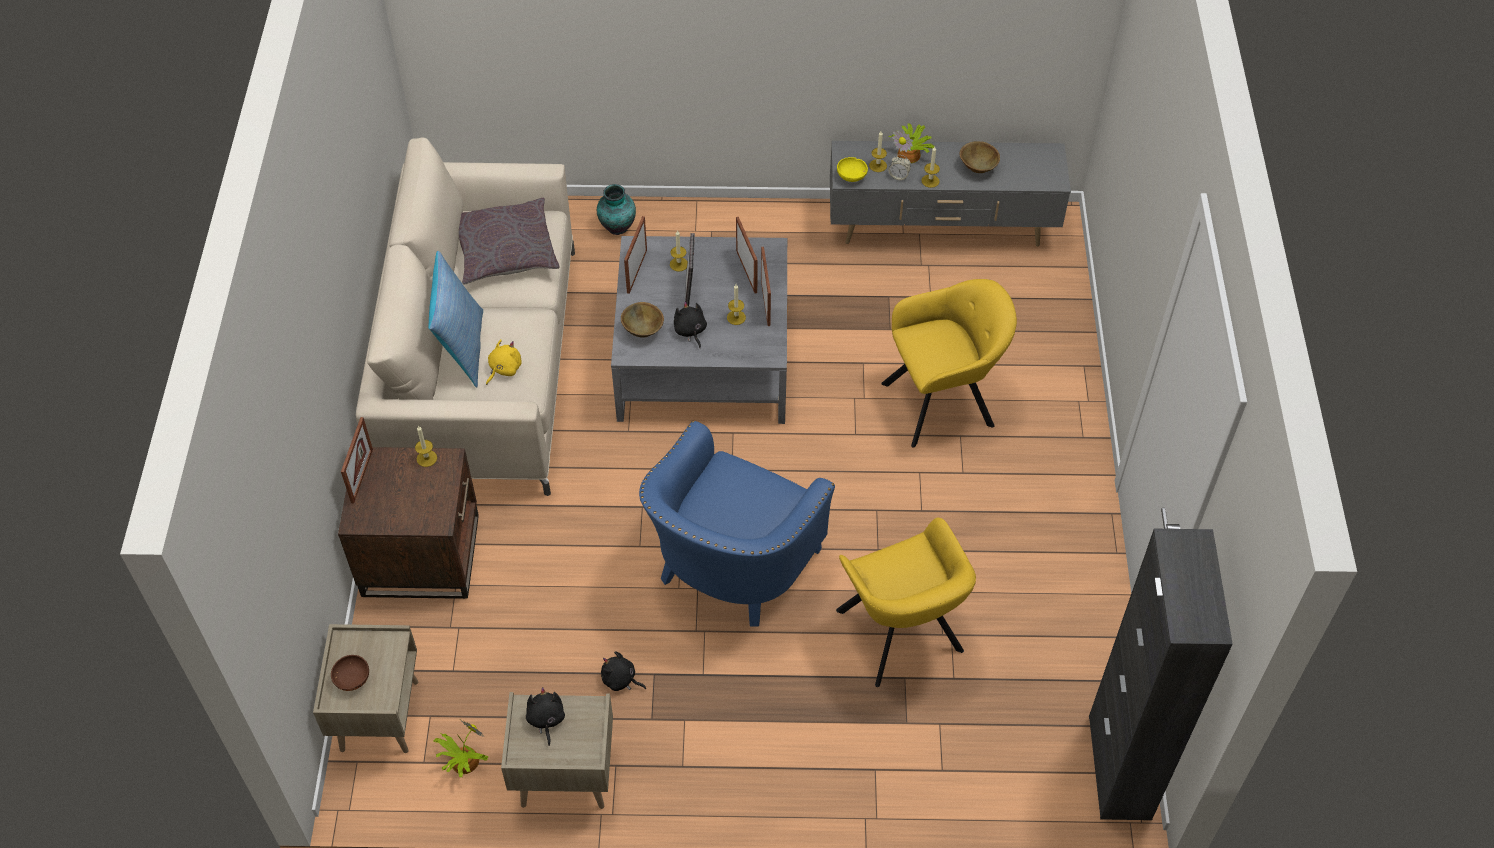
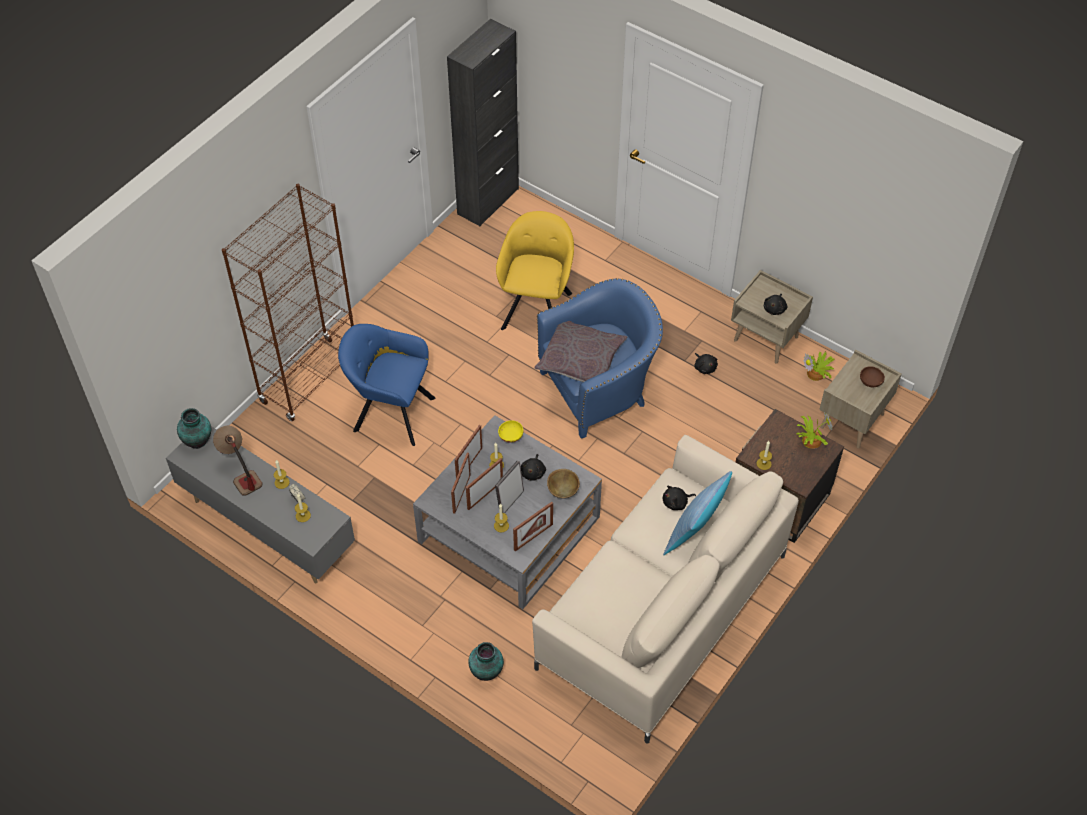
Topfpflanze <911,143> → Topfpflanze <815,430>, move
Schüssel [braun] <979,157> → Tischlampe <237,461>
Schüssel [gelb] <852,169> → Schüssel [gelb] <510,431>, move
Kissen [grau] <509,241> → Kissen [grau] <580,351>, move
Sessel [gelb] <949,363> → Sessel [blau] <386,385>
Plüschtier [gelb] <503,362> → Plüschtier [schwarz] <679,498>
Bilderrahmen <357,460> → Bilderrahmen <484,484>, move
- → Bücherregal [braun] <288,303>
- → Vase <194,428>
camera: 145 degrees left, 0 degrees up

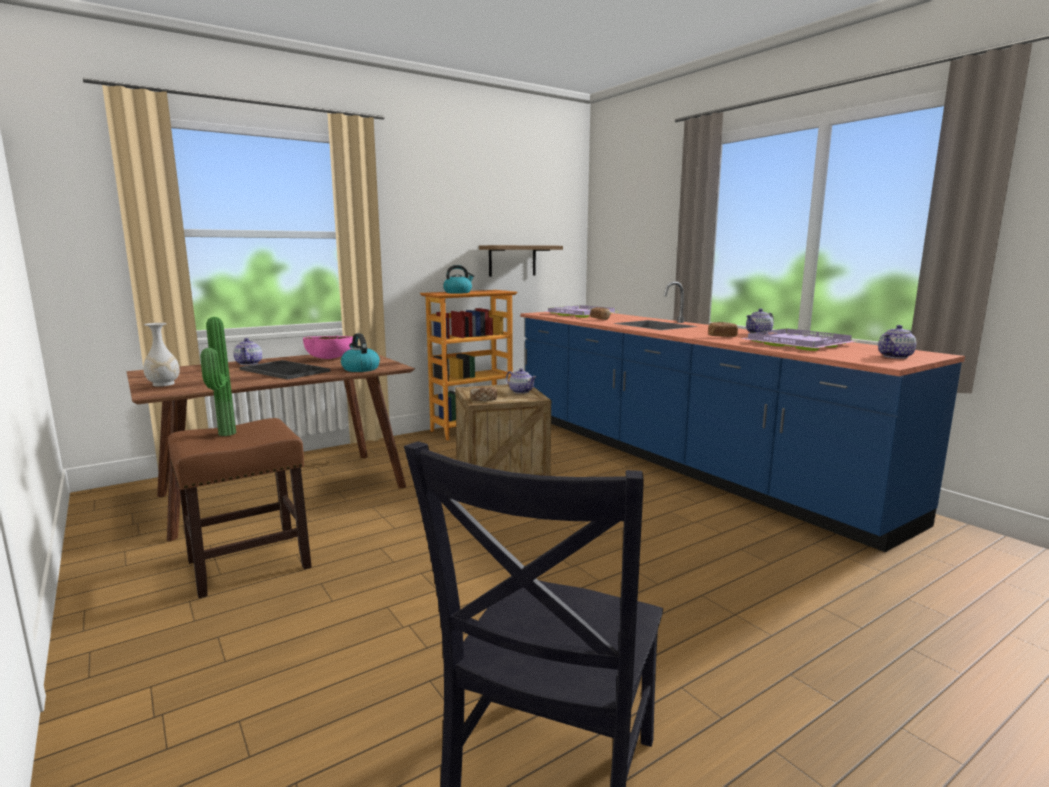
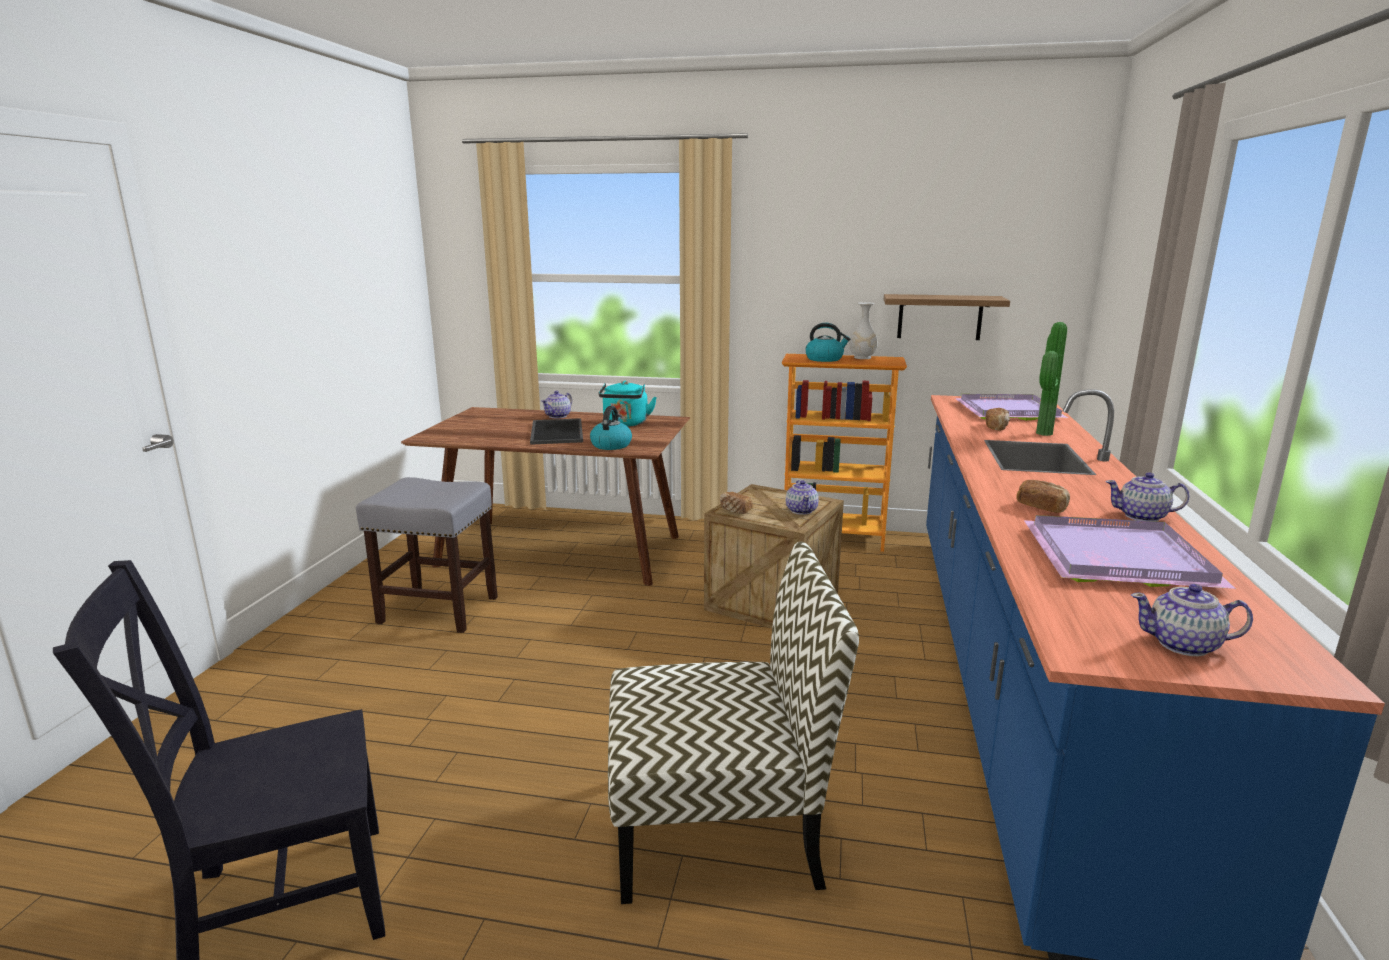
Topfpflanze <218,376> → Topfpflanze <1051,379>, move
Vase [weiß] <161,355> → Vase [weiß] <863,330>, move
Schüssel [rosa] <328,347> → Wasserkessel [türkis] <628,404>
Hocker [braun] <240,508> → Hocker [grau] <427,555>
- → Stuhl <733,723>
camera: 45 degrees right, 5 degrees up

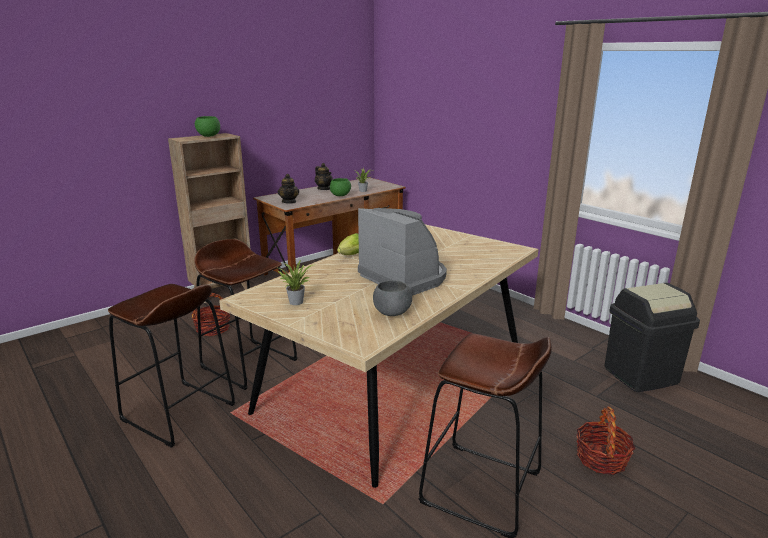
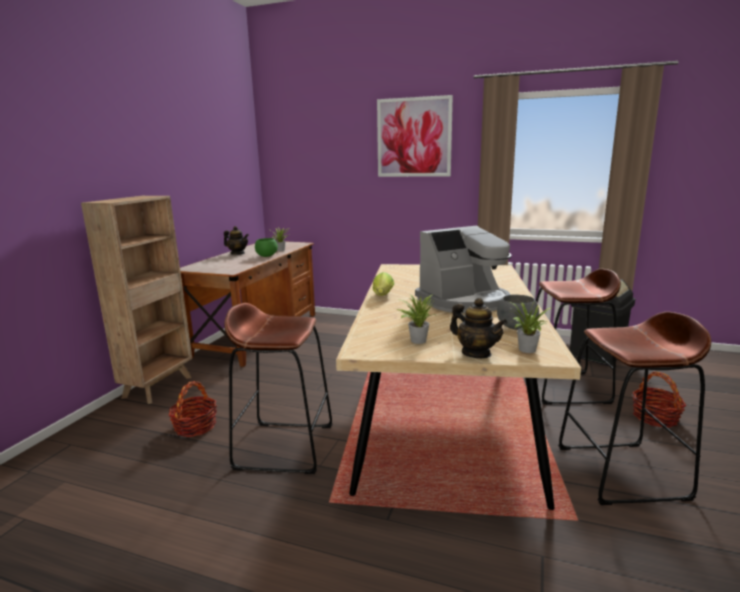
Schüssel [grün] <207,126> → -
Teekanne <288,189> → Teekanne <478,328>, move
Kaffeemaschine <402,252> → Kaffeemaschine <463,269>, 135 degrees clockwise
Hocker [braun] <171,366> → Hocker [braun] <578,336>, move
- → Bild <415,136>
- → Topfpflanze <531,327>
camera: 30 degrees left, 5 degrees down

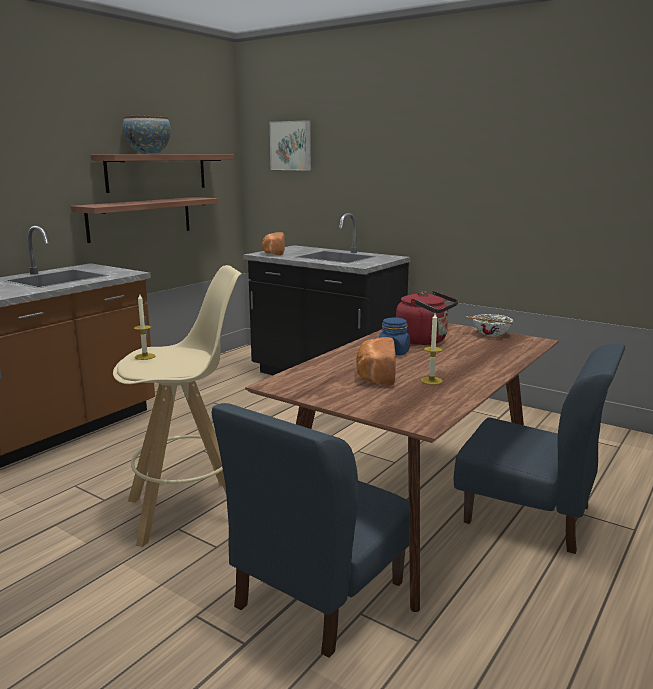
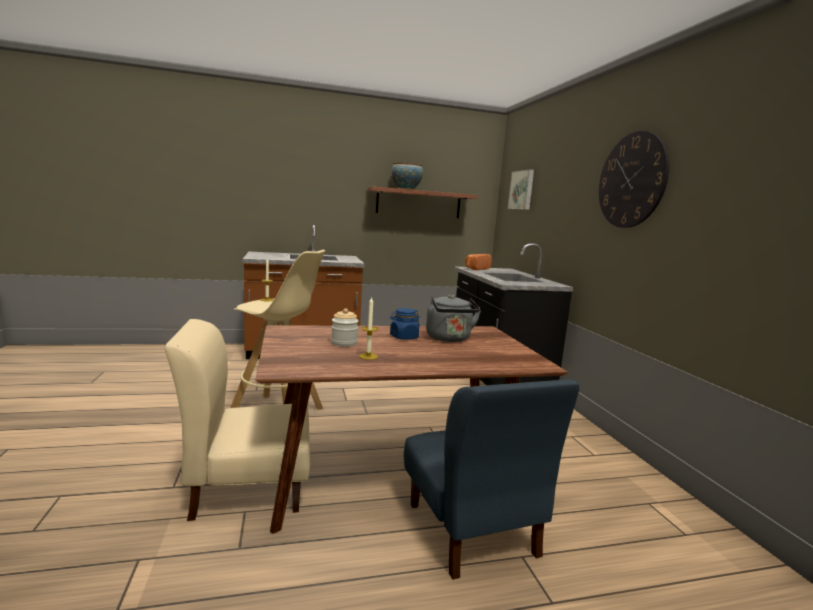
Wandregal <145,220> → -
Wasserkessel [rot] <427,318> → Wasserkessel [grau] <453,318>
Schüssel <489,325> → -
Brot <376,361> → Vorratsglas <345,327>
Stuhl [blau] <310,530> → Stuhl [beige] <237,420>
- → Wanduhr <634,179>
camera: 40 degrees right, 5 degrees down

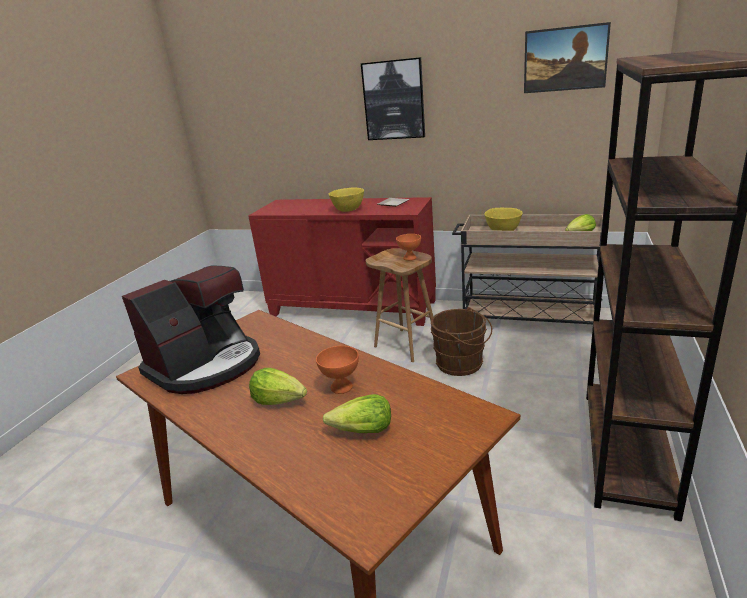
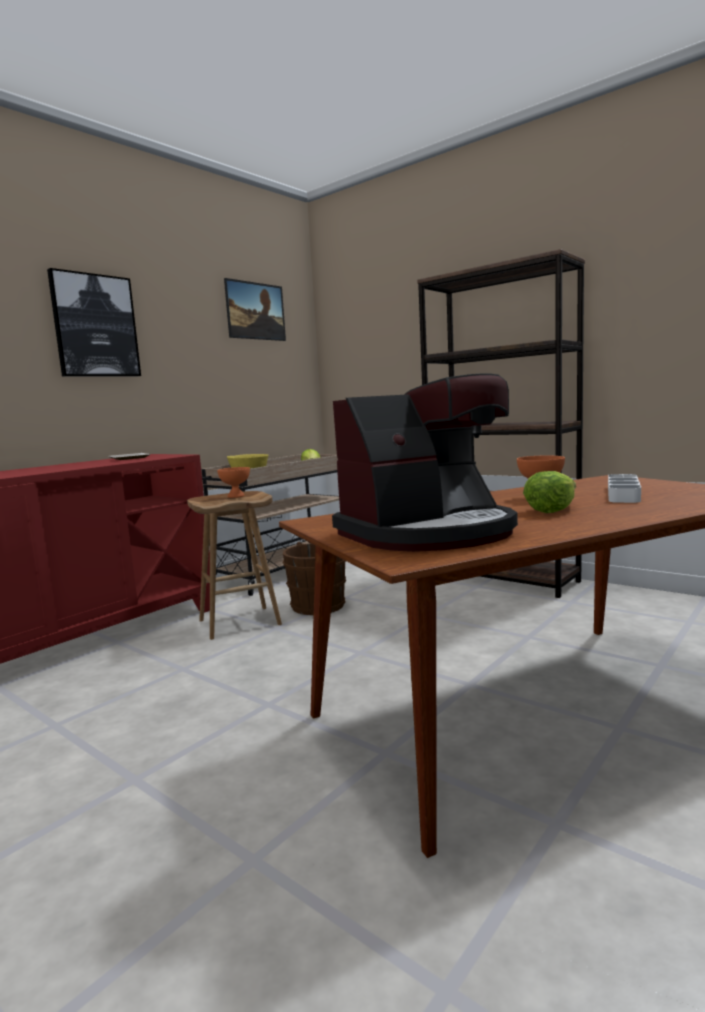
Schüssel [gelb] <346,200> → -
Kaffeemaschine <191,329> → Kaffeemaschine <425,462>, 90 degrees clockwise
Salatkopf <357,413> → Tablett [weiß] <624,488>
camera: 70 degrees left, 15 degrees down

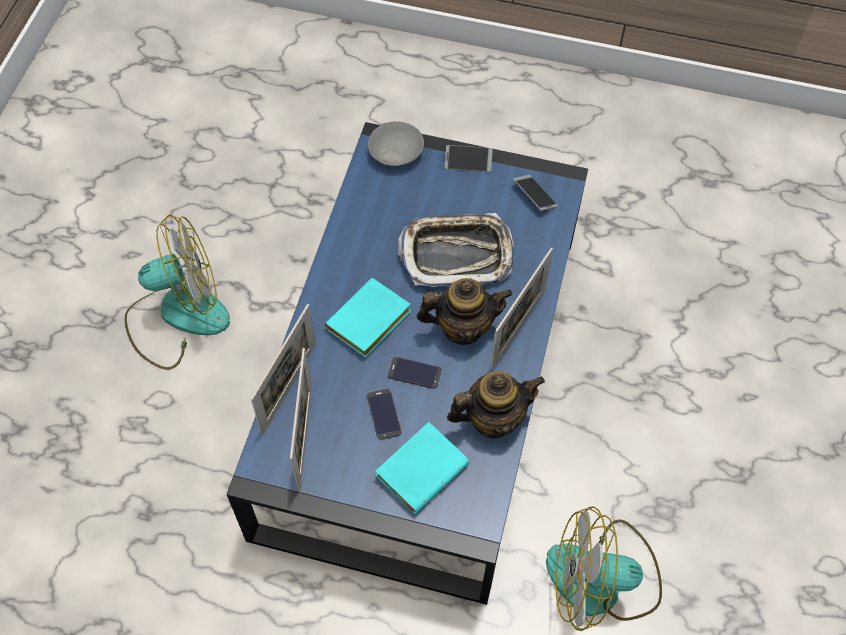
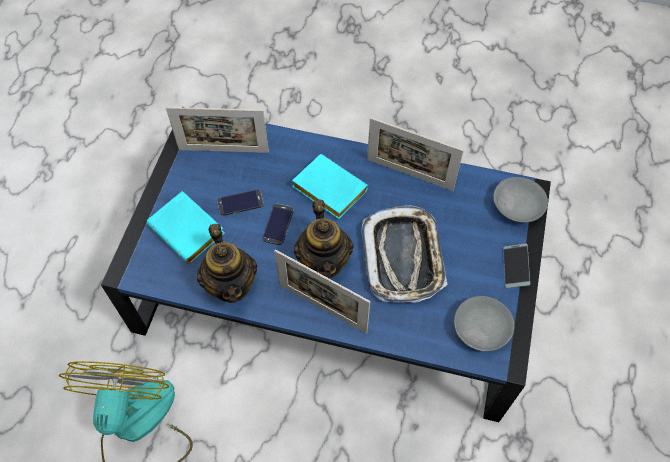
Handy <535,193> → Schüssel [grau] <484,323>
Ventilator <177,292> → -
Bilderrahmen <283,369> → Bilderrahmen <415,154>, move
camera: 90 degrees right, 0 degrees up

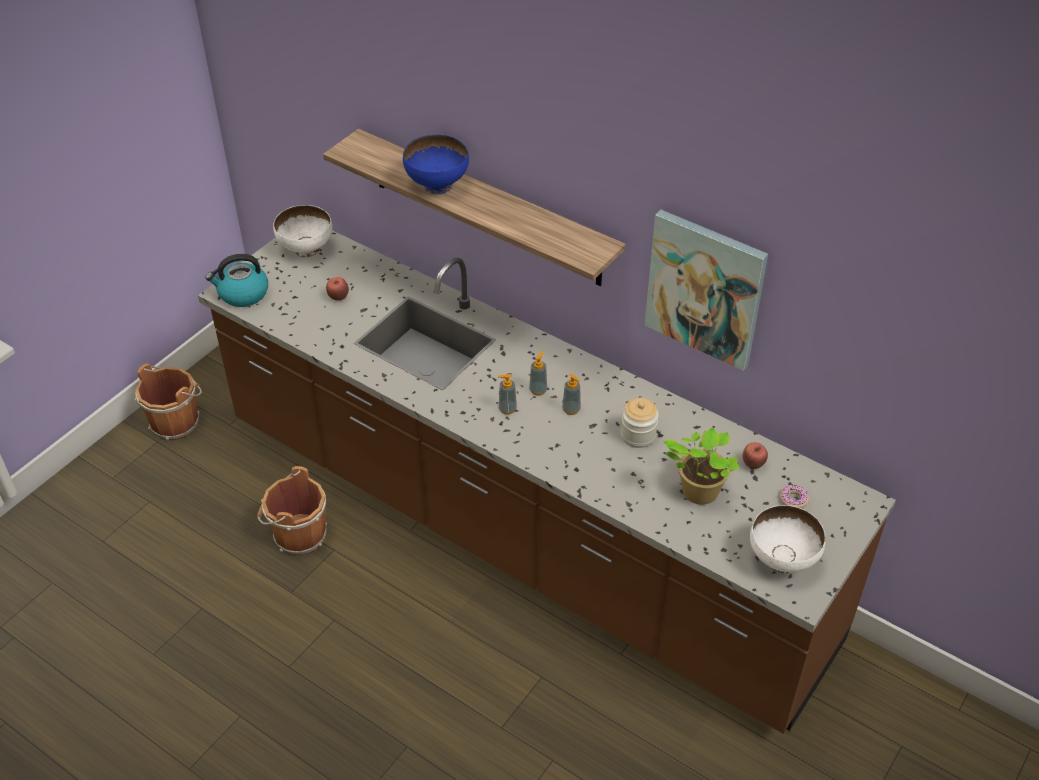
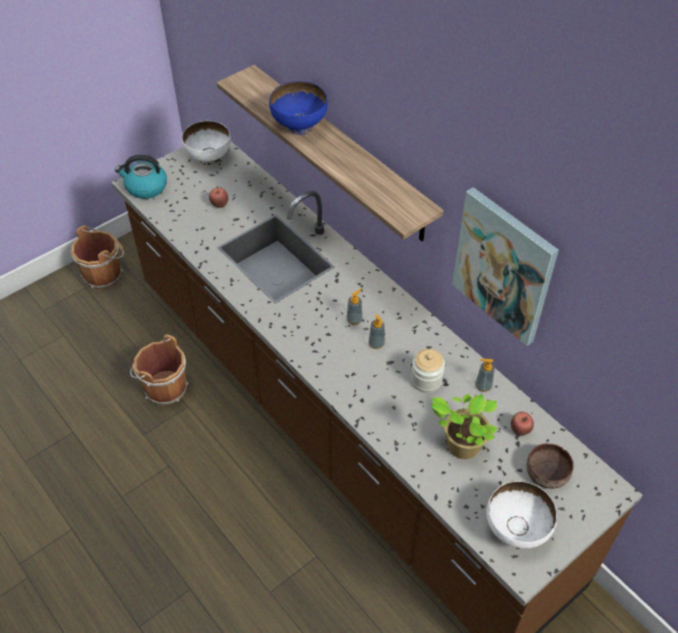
Seifenspender <507,394> → Seifenspender <485,375>, move
Donut <794,496> → Schüssel [braun] <550,466>
camera: 15 degrees right, 5 degrees up

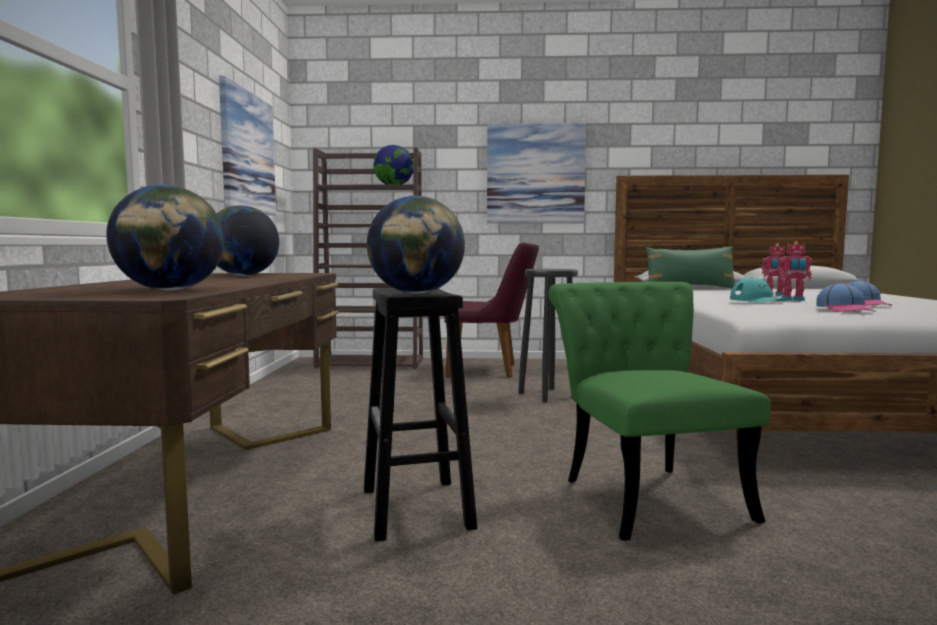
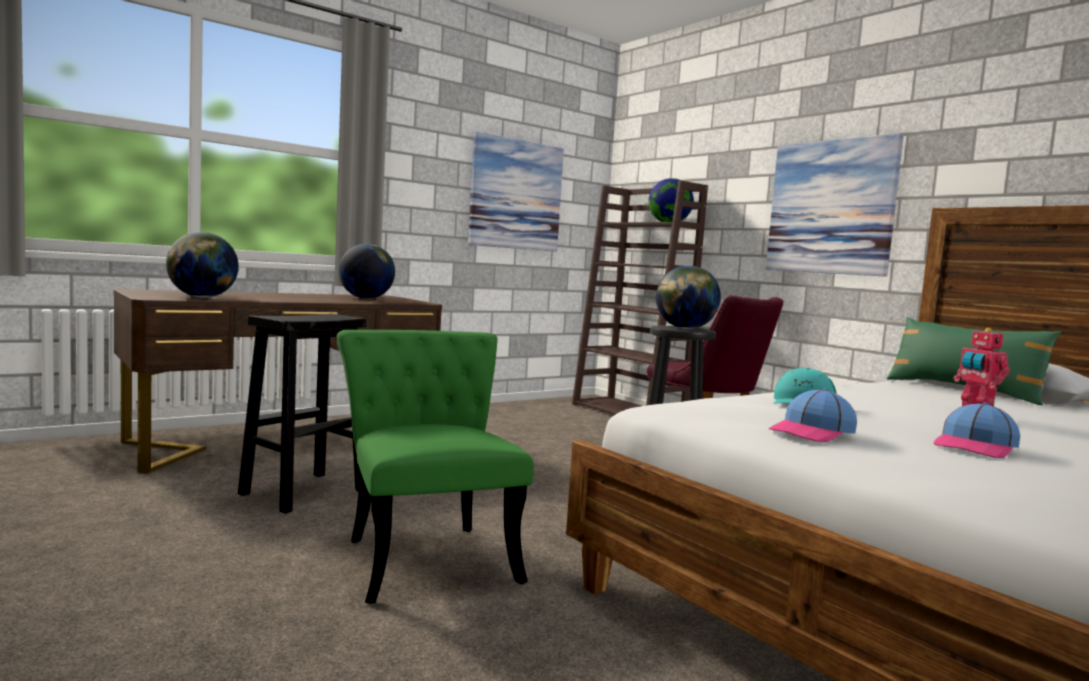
Globus <416,245> → Globus <688,297>, move
Spielzeugroboter <795,271> → -
Stuhl [grün] <659,411> → Stuhl [grün] <435,467>, 60 degrees counterclockwise
camera: 50 degrees right, 0 degrees up

